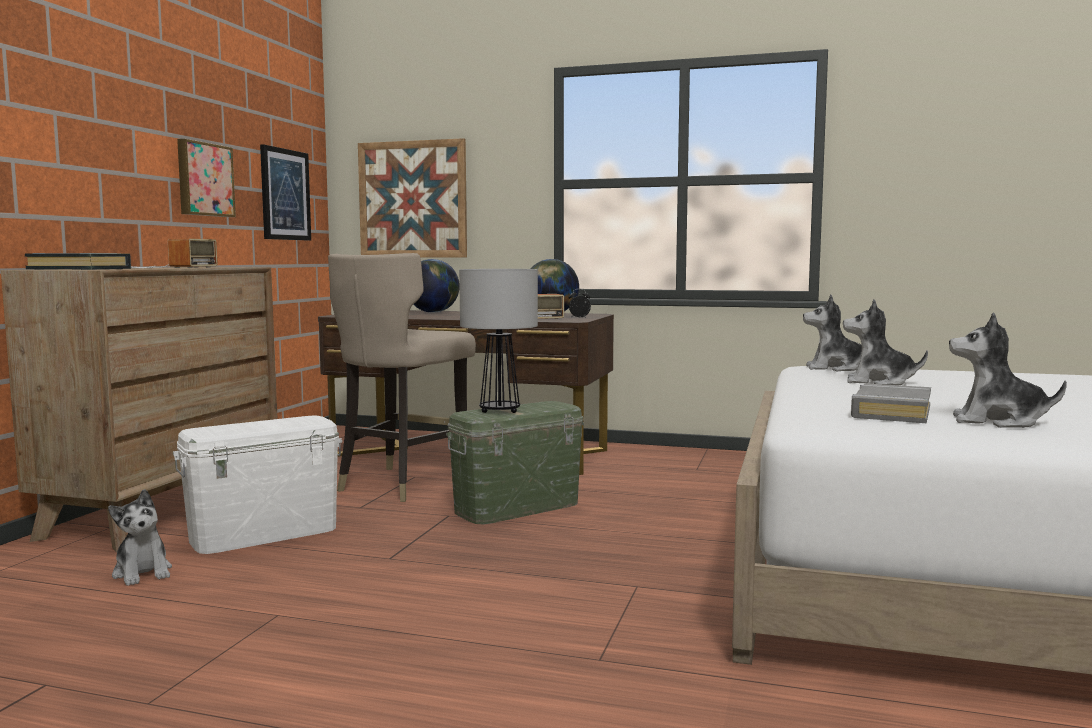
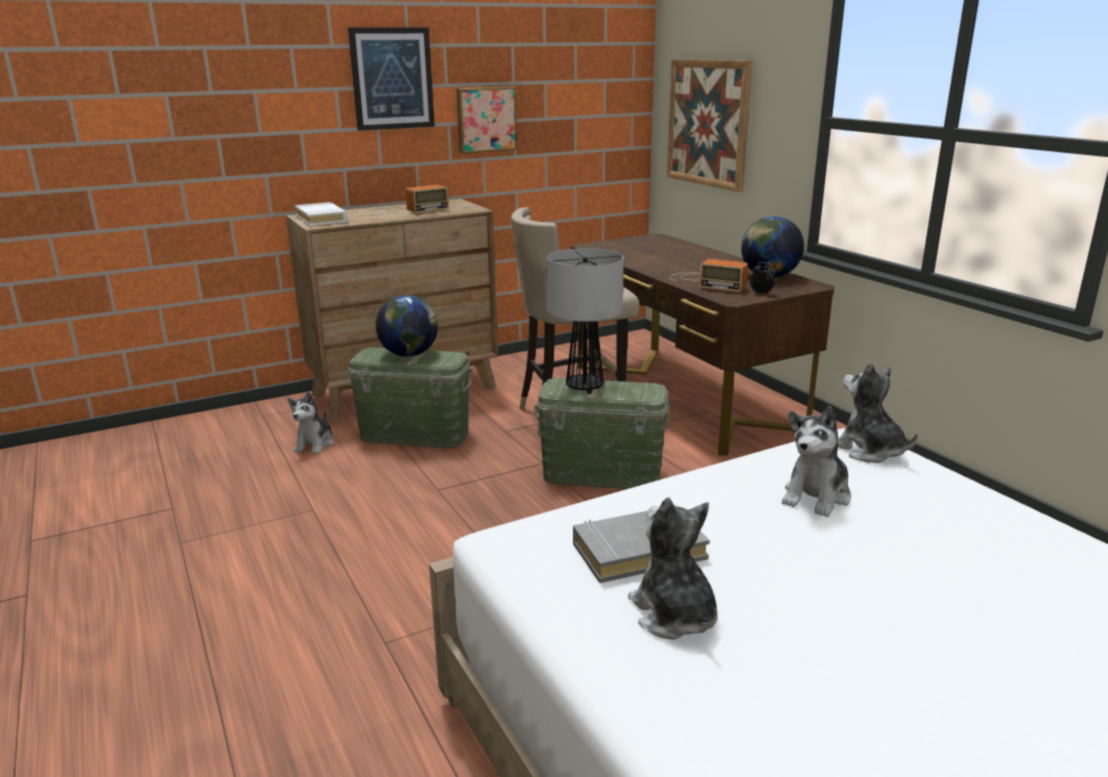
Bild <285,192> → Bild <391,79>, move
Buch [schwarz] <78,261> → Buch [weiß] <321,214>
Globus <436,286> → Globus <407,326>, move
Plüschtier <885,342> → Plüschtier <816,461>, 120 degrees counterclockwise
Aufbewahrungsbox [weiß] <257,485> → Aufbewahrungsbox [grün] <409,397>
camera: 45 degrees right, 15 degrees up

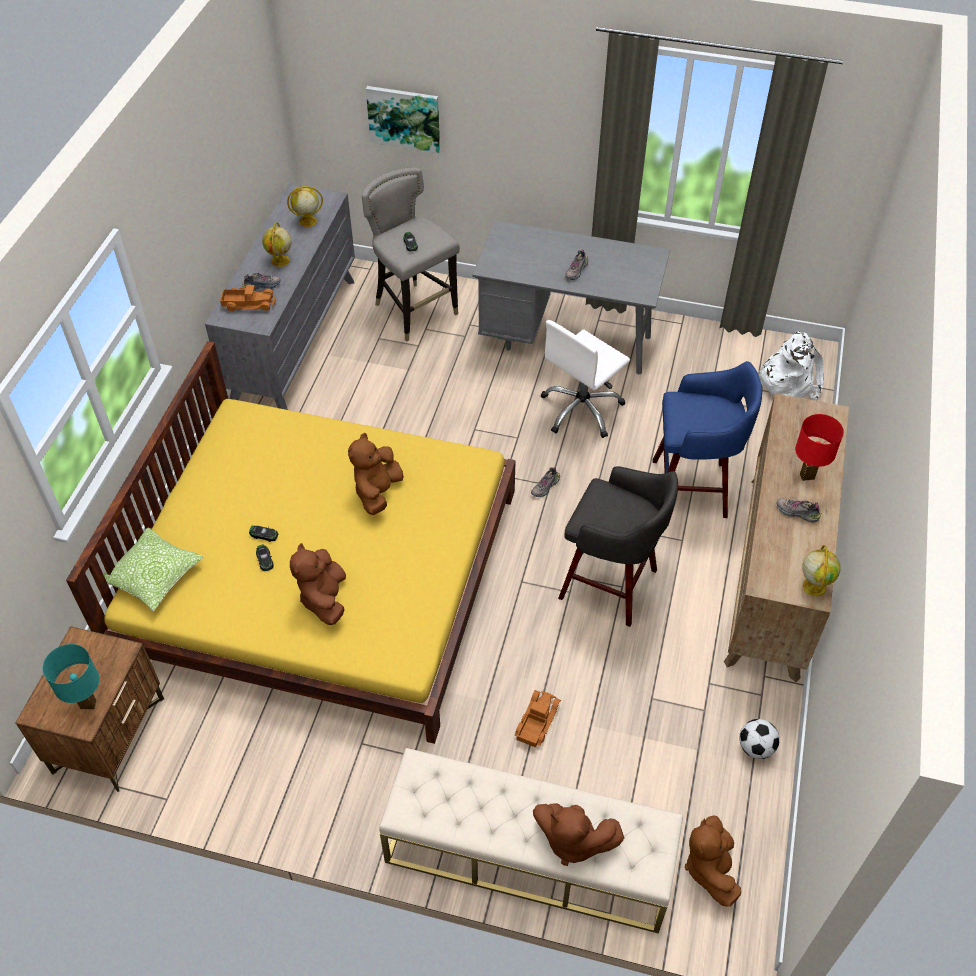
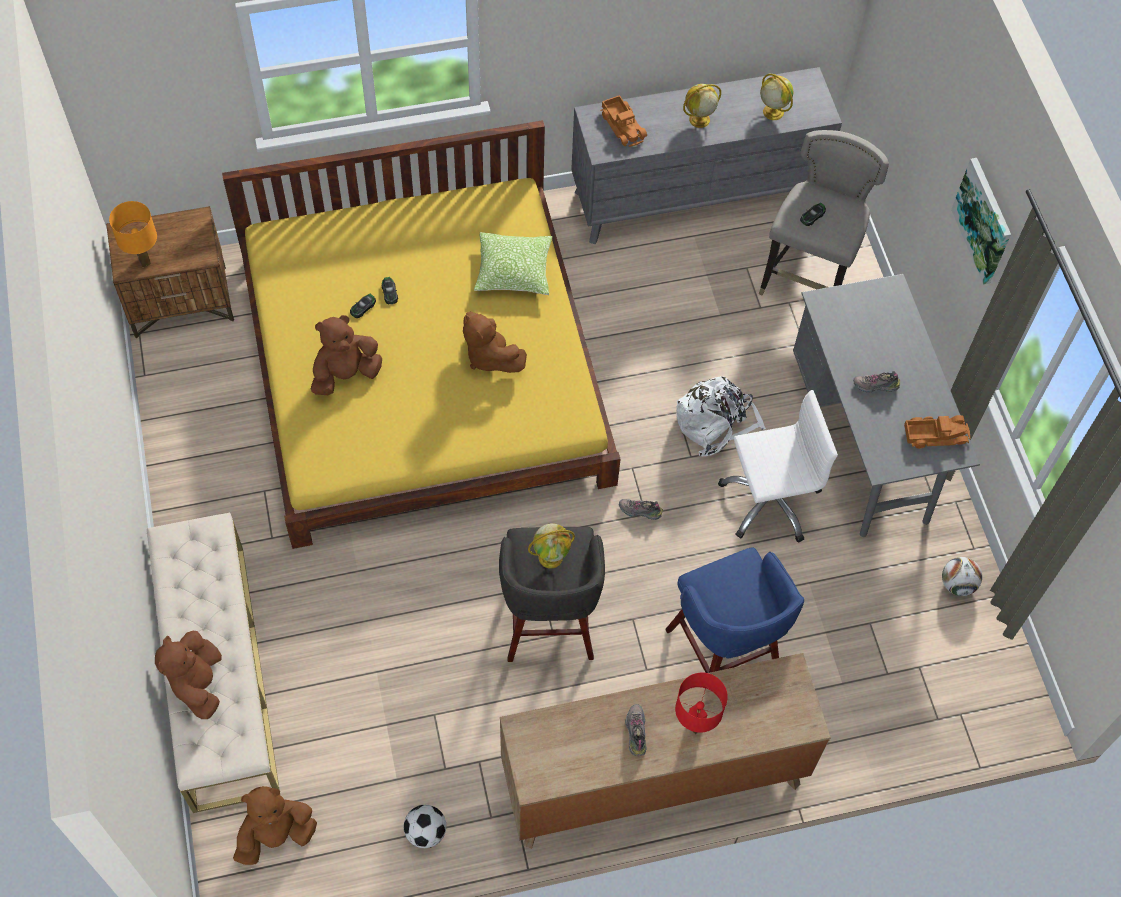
Bild <403,120> → Bild <981,221>, move
Schuh <261,282> → -
Bürostuhl [weiß] <585,379> → Bürostuhl [weiß] <778,466>, 150 degrees clockwise
Rucksack [weiß] <791,366> → Rucksack [weiß] <721,416>, move
Plüschtier [braun] <376,474> → Plüschtier [braun] <495,342>, 120 degrees counterclockwise
Kissen <153,569> → Kissen <513,263>, move
Globus <821,571> → Globus <551,546>, move
Tischlampe [türkis] <71,676> → Tischlampe [orange] <133,234>
Spielzeuglaster <538,719> → Spielzeuglaster <937,432>, move
- → Fußball <962,576>
camera: 60 degrees right, 10 degrees up

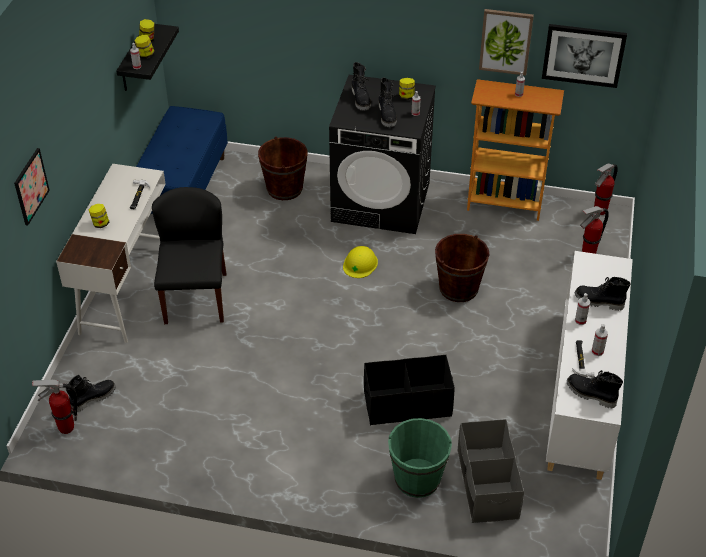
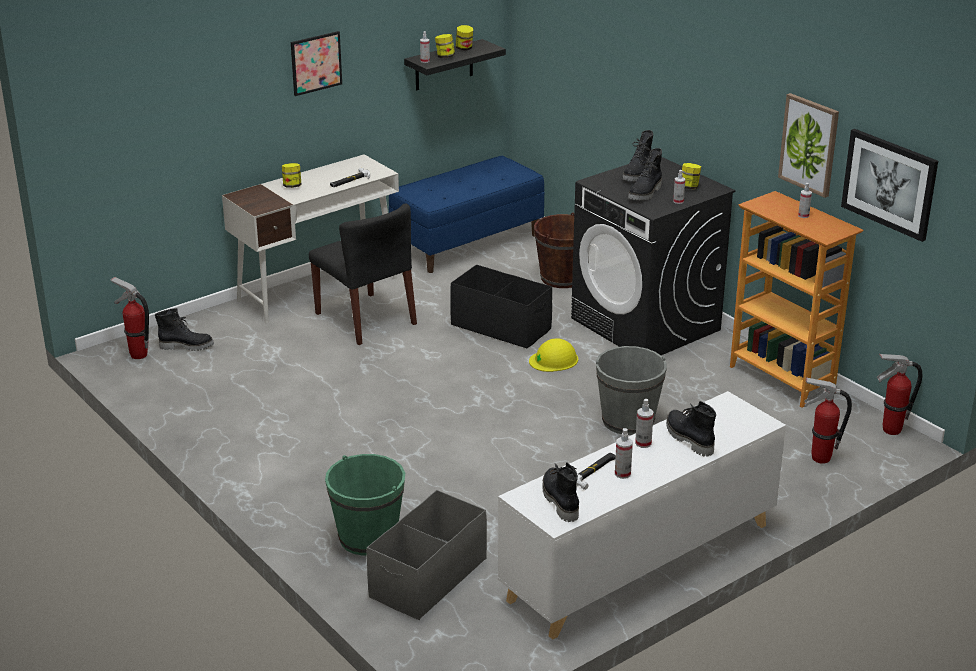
Bild <32,187> → Bild <316,63>, move
Stuhl [schwarz] <189,255> → Stuhl [schwarz] <363,274>, 105 degrees clockwise
Eimer [braun] <462,268> → Eimer [grau] <631,390>
Aufbewahrungsbox [schwarz] <409,390> → Aufbewahrungsbox [schwarz] <501,307>, move
camera: 40 degrees right, 15 degrees down

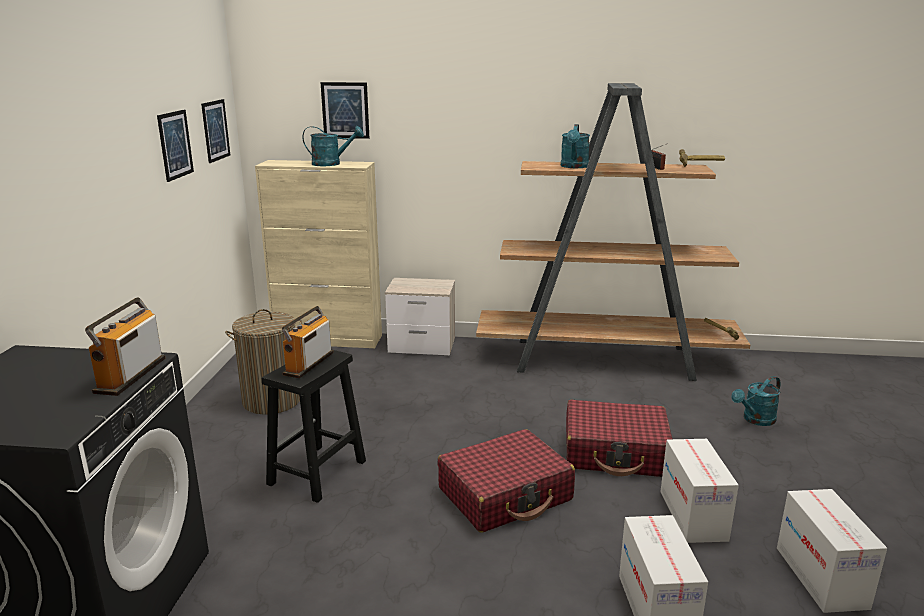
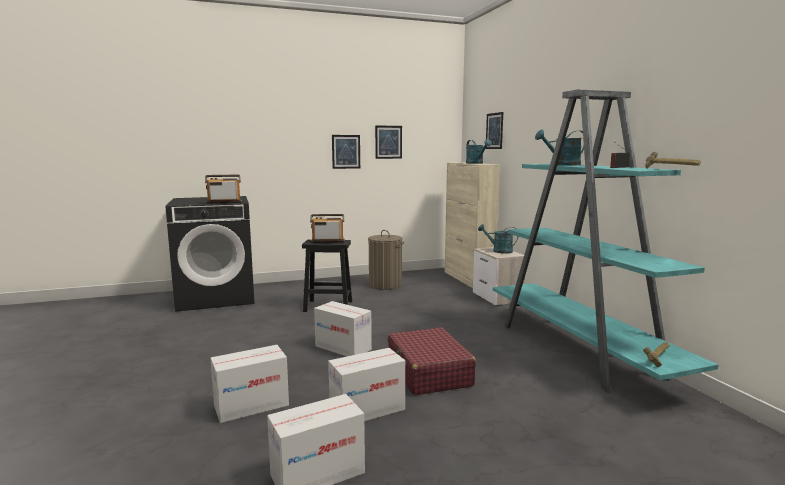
Bücherregal [braun] <613,232> → Bücherregal [türkis] <605,241>
Bild <215,131> → Bild <346,152>, move
Gießkanne [türkis] <755,401> → Gießkanne [türkis] <498,239>, move
Koffer [rot] <506,481> → Karton <343,328>
camera: 65 degrees right, 10 degrees down

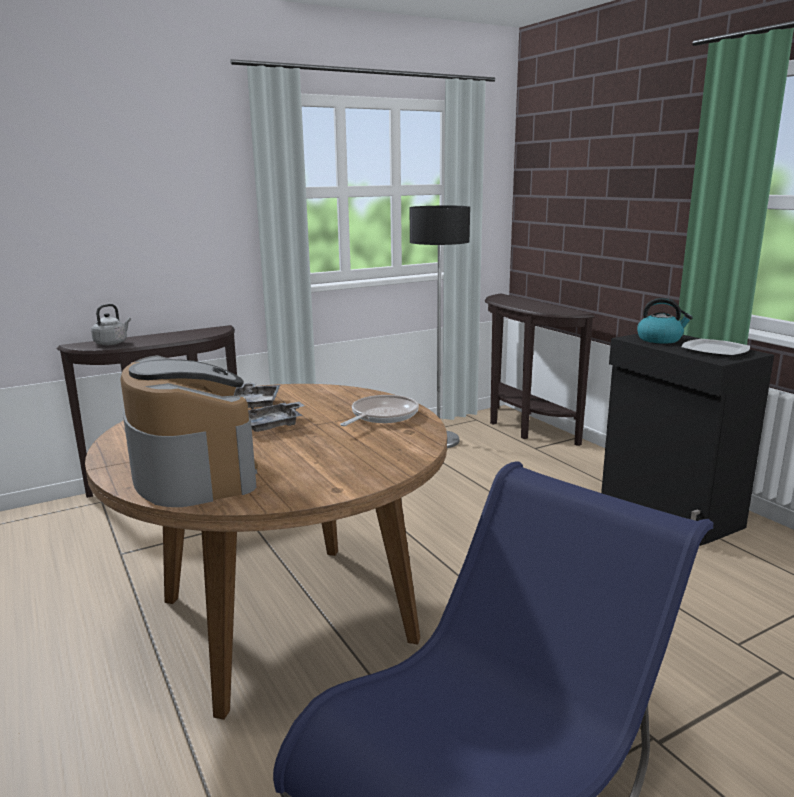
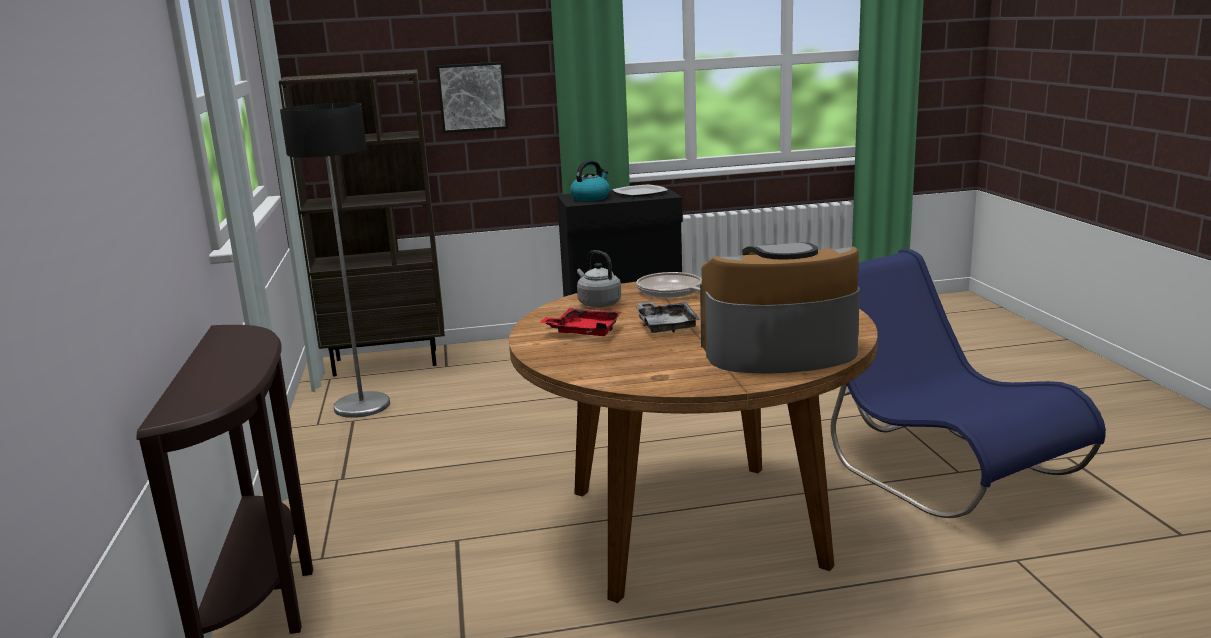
Konsolentisch [braun] <540,369> → Bücherregal [braun] <362,223>
Wasserkessel [grau] <111,324> → Wasserkessel [grau] <599,278>, move
Tablett [grau] <257,396> → Tablett [rot] <580,322>
- → Bild <472,97>
camera: 70 degrees left, 0 degrees up

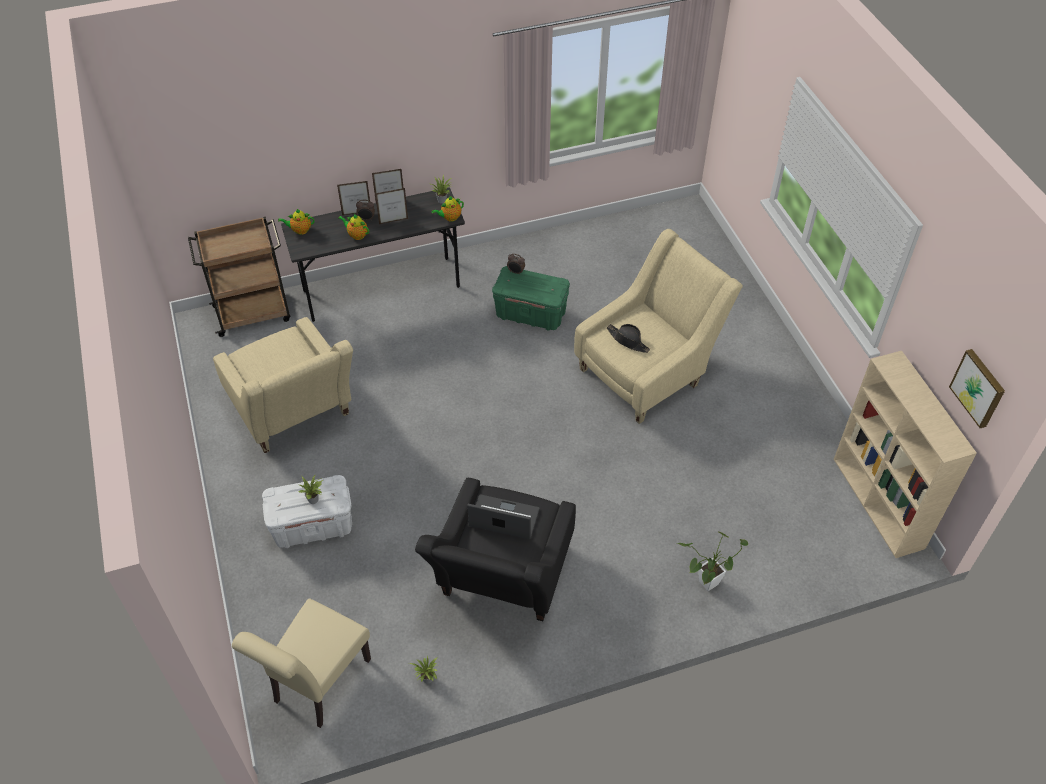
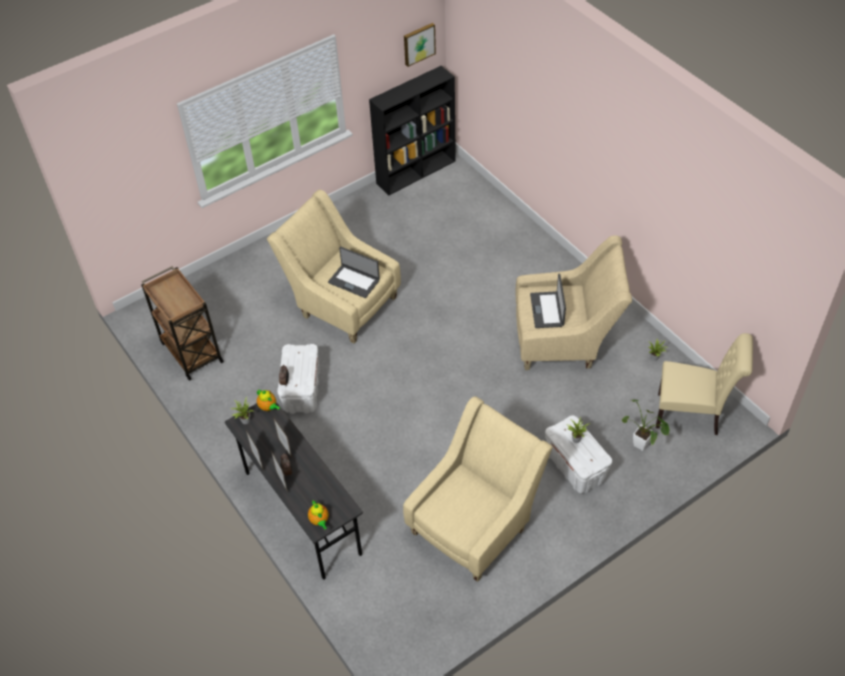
Teekanne <353,227> → -
Rollwagen [braun] <239,277> → Rollwagen [braun] <182,323>, move
Aufbewahrungsbox [grün] <531,298> → Aufbewahrungsbox [weiß] <298,379>
Hut [schwarz] <628,338> → Laptop <354,272>
Bücherregal [beige] <905,454> → Bücherregal [schwarz] <412,131>
Sessel [schwarz] <495,549> → Sessel [beige] <574,302>
Topfpflanze <712,561> → Topfpflanze <645,425>, move
camera: 105 degrees left, 0 degrees up

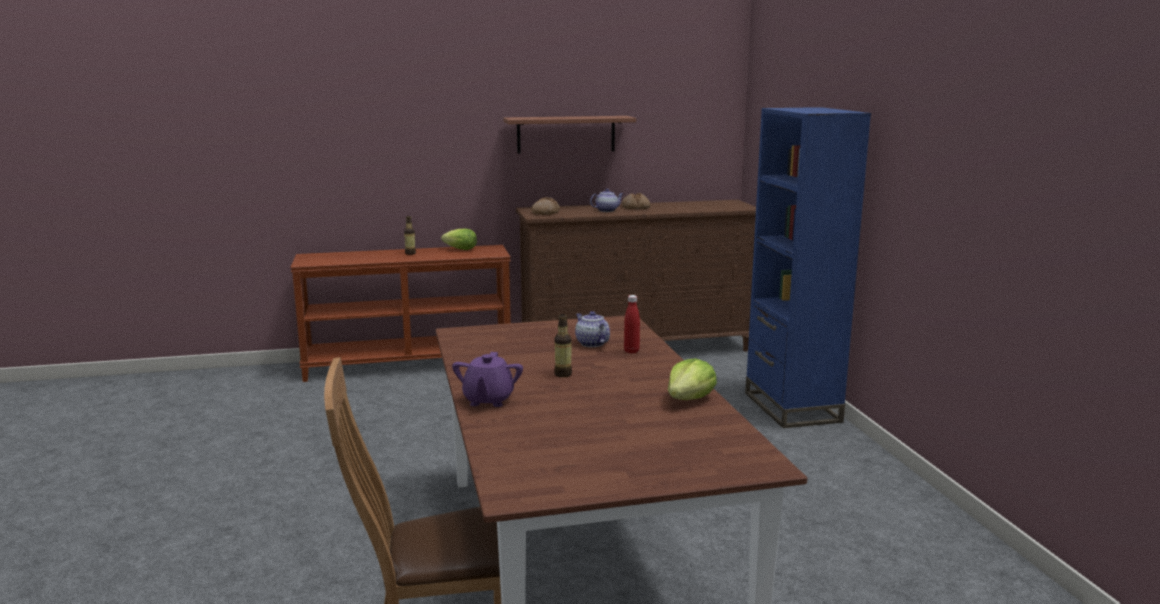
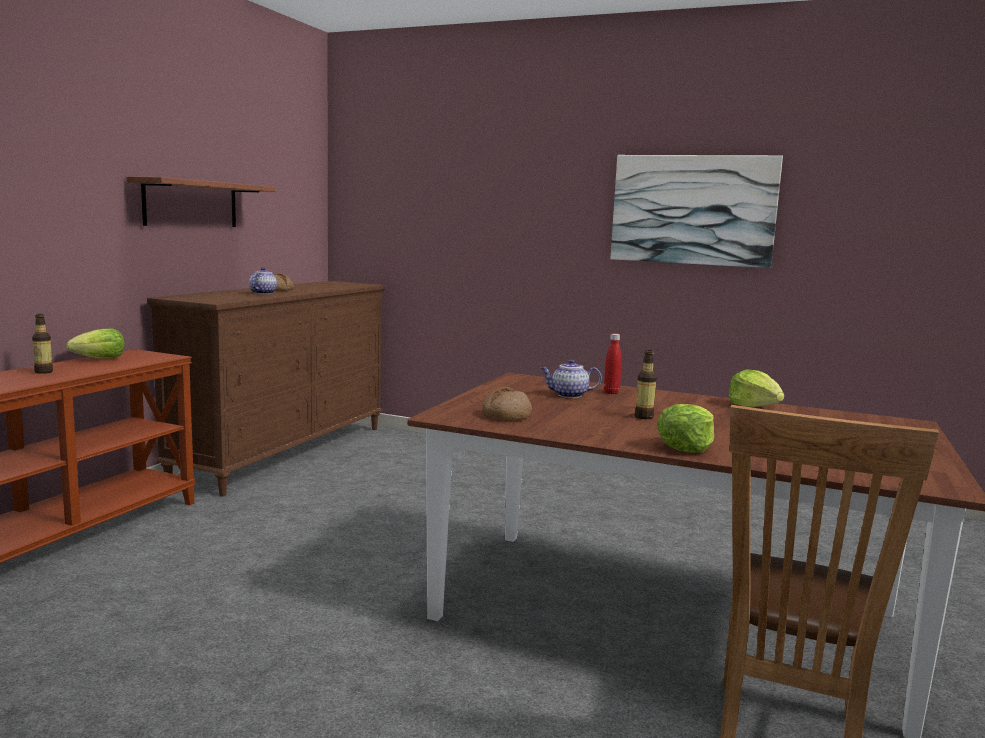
Bücherregal [blau] <808,267> → -
Brot <545,206> → Brot <507,404>, move
Teekanne [lila] <487,379> → Salatkopf <685,428>
- → Bild <697,211>
camera: 55 degrees left, 5 degrees down

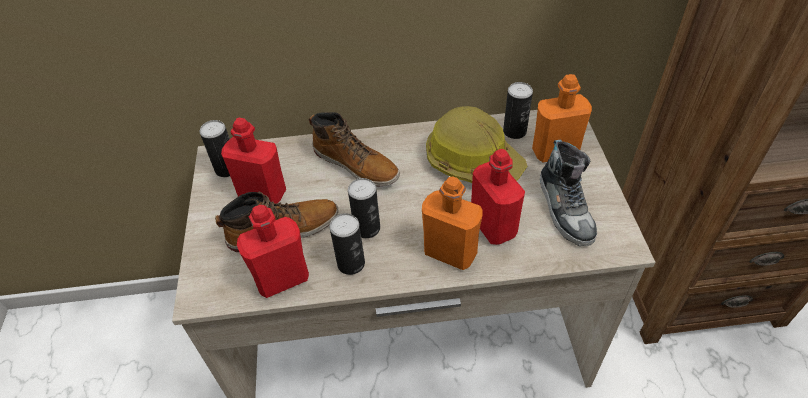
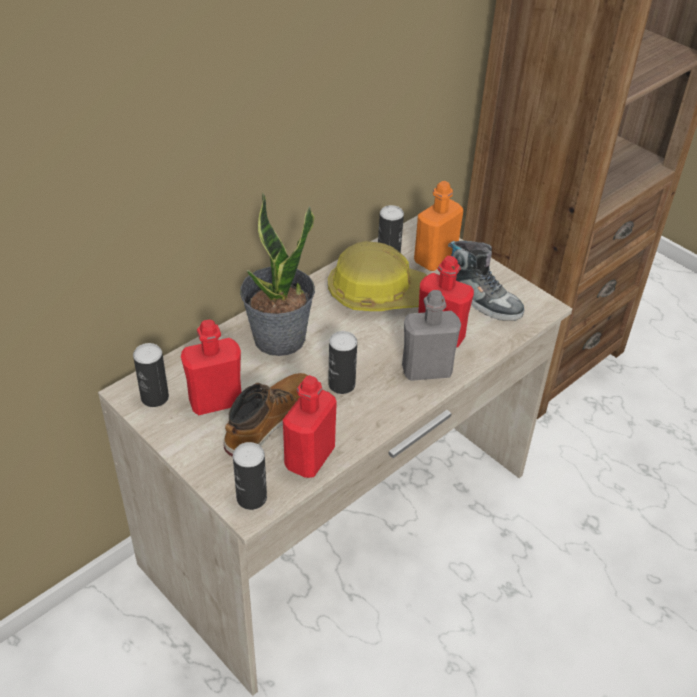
Stiefel <354,149> → Topfpflanze <277,275>
Flasche [orange] <452,223> → Flasche [grau] <431,335>
Dose <347,244> → Dose <250,476>, move
camera: 40 degrees left, 5 degrees down

